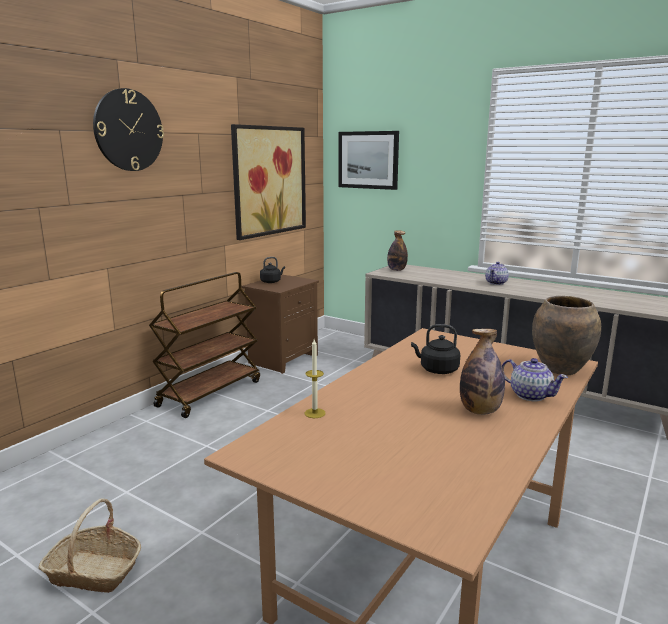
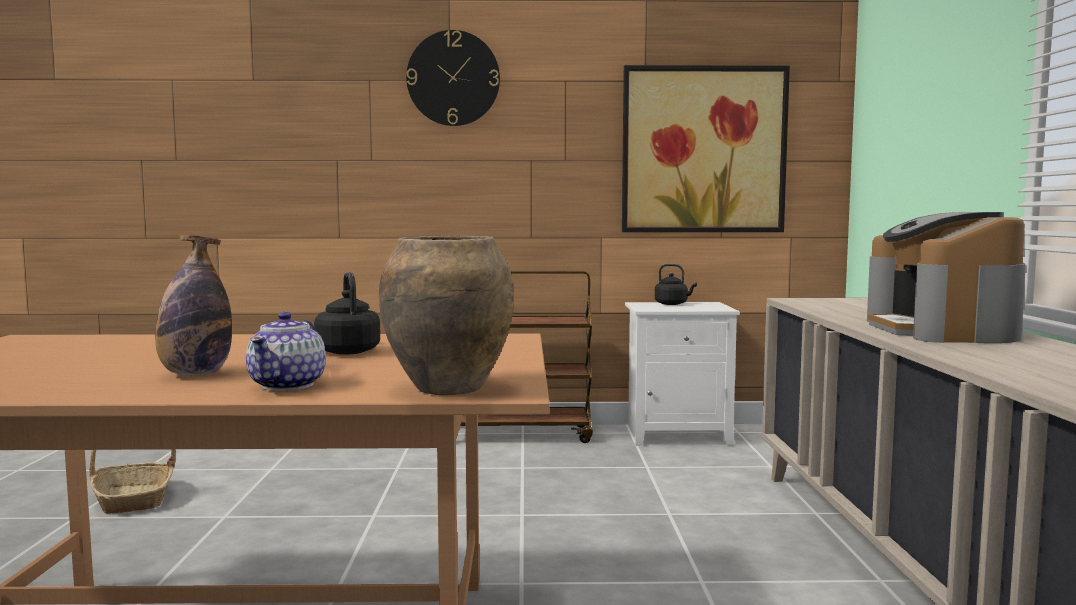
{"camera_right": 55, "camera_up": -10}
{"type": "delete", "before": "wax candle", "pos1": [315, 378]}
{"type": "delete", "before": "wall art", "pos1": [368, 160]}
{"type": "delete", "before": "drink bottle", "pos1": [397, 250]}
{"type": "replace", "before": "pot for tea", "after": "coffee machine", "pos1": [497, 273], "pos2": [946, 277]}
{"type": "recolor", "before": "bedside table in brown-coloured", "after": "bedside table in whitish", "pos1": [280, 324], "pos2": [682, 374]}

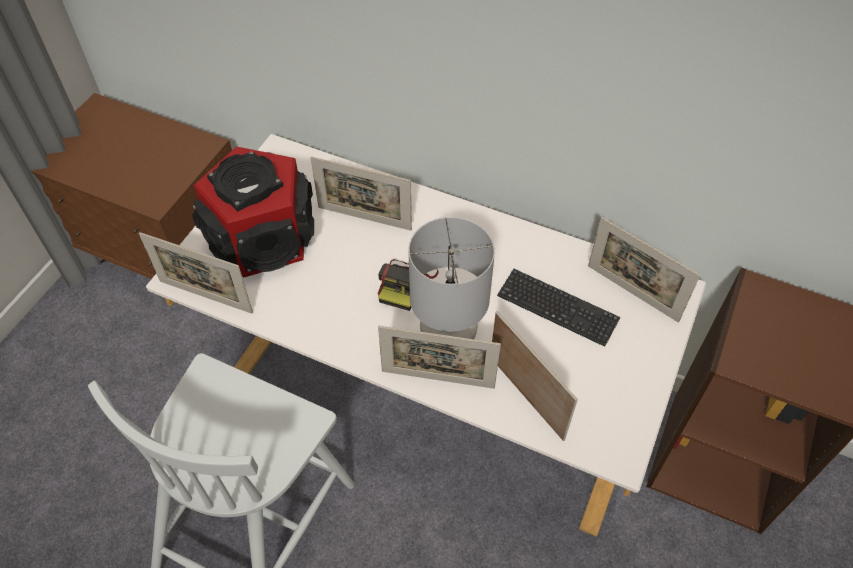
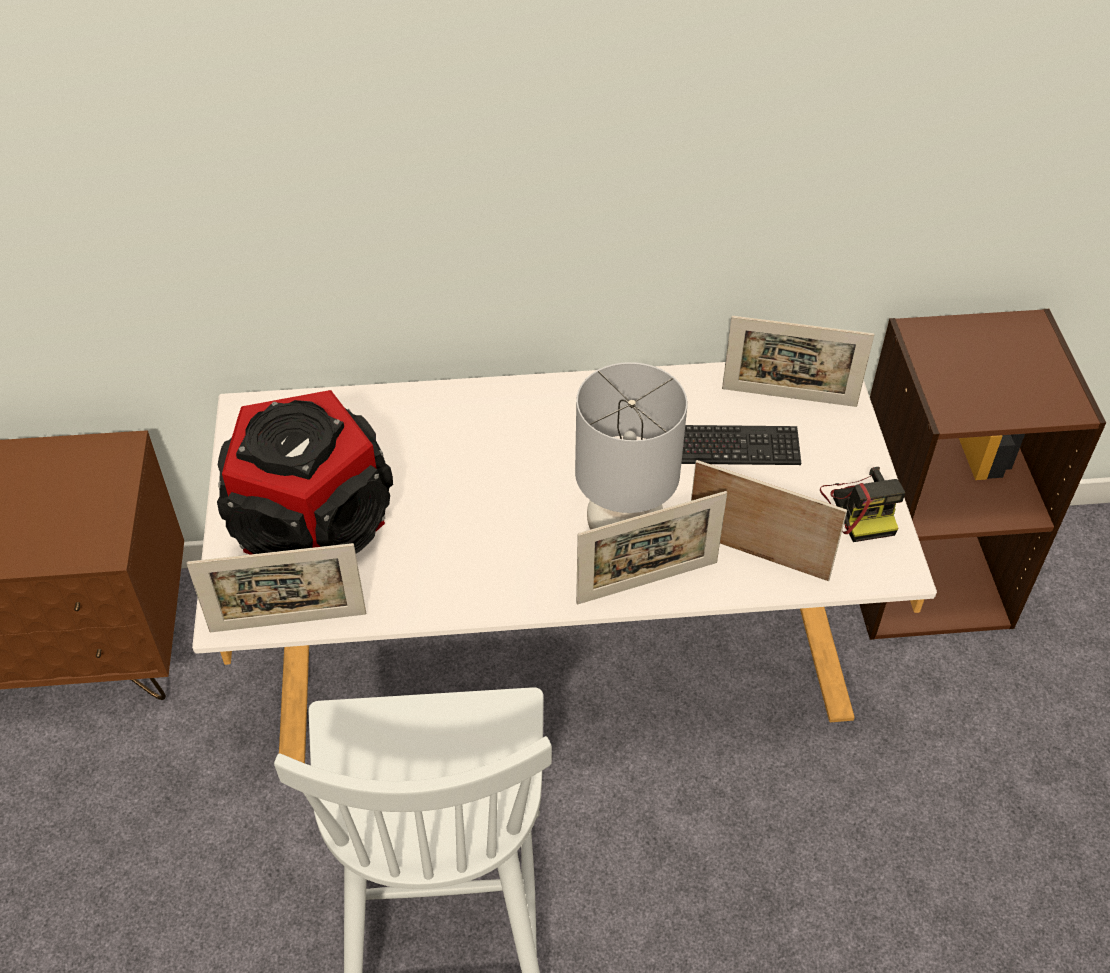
{"camera_right": -30, "camera_up": -5}
{"type": "delete", "before": "standing frame", "pos1": [361, 193]}
{"type": "move", "before": "photo camera", "pos1": [408, 285], "pos2": [863, 504]}

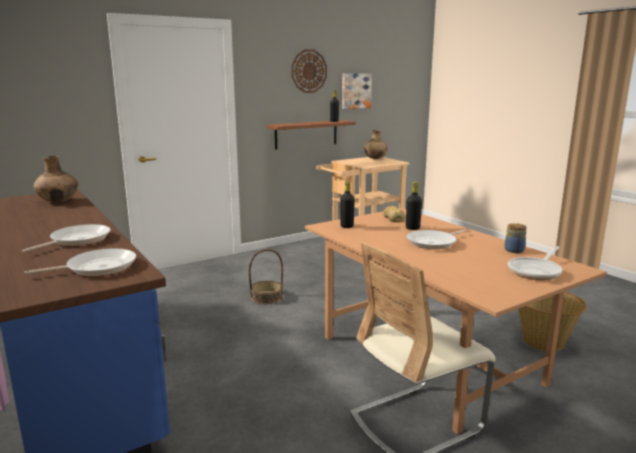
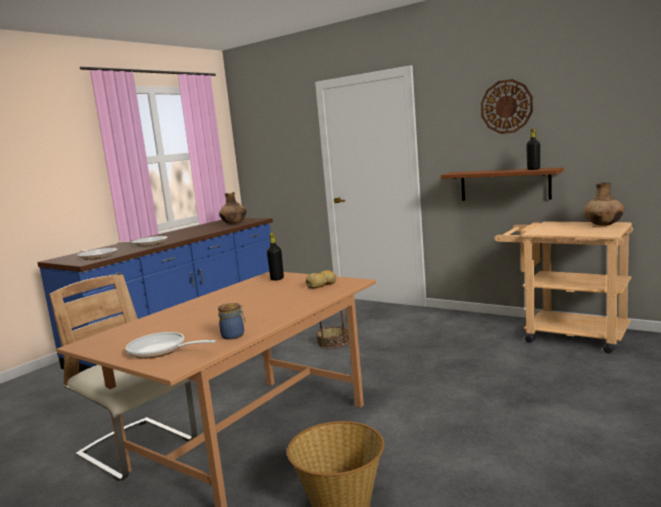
{"camera_right": 70, "camera_up": -5}
{"type": "delete", "before": "wall art", "pos1": [357, 91]}
{"type": "delete", "before": "drink bottle in black", "pos1": [414, 206]}
{"type": "delete", "before": "pan", "pos1": [436, 239]}

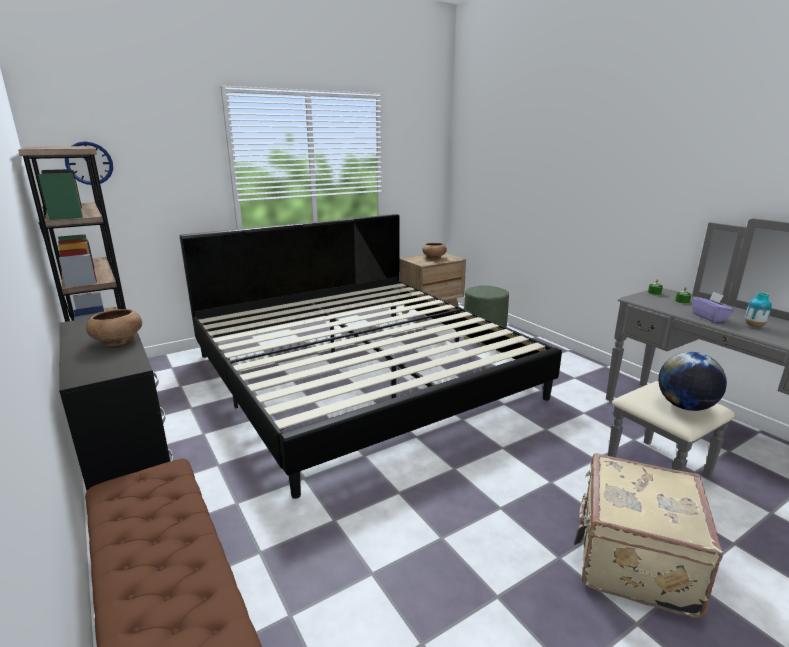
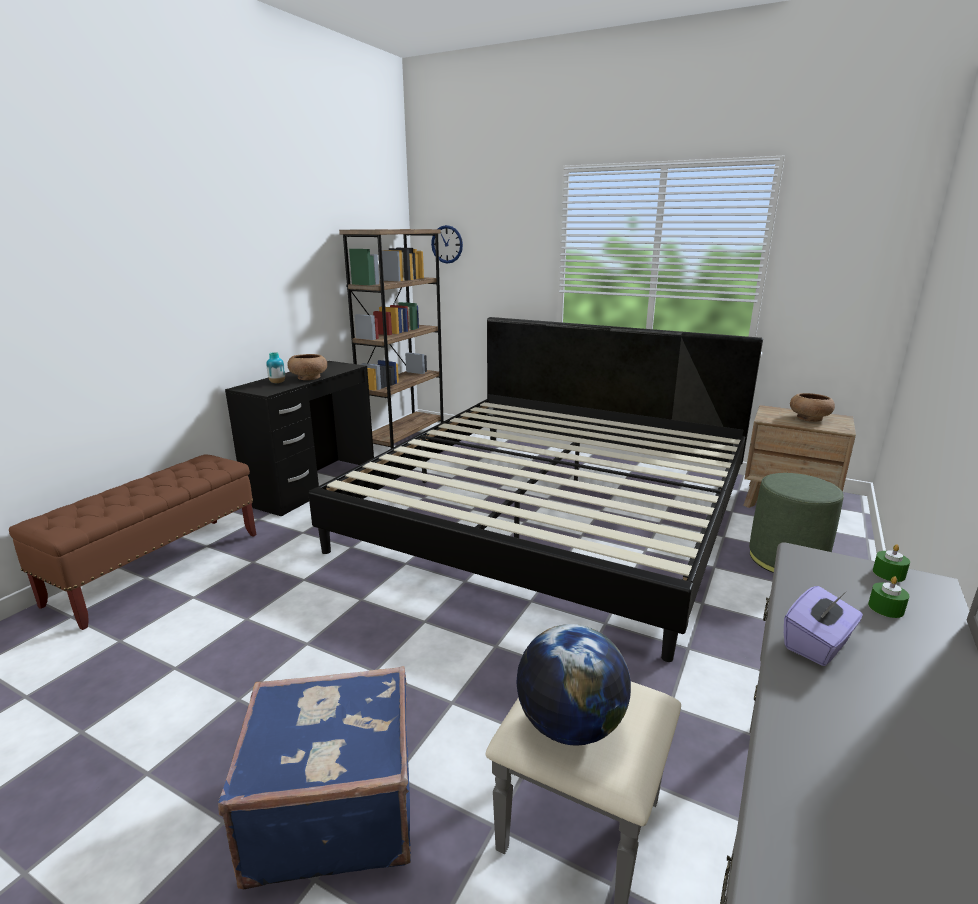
{"camera_right": 60, "camera_up": 0}
{"type": "move", "before": "vase", "pos1": [758, 309], "pos2": [276, 367]}
{"type": "recolor", "before": "piece of luggage in beige-coloured", "after": "piece of luggage in blue-coloured", "pos1": [648, 535], "pos2": [314, 777]}

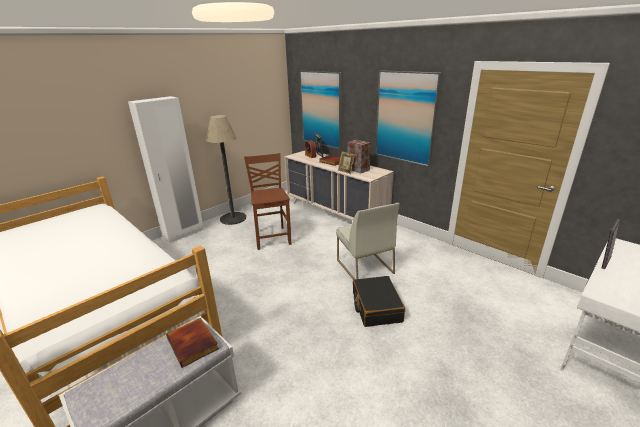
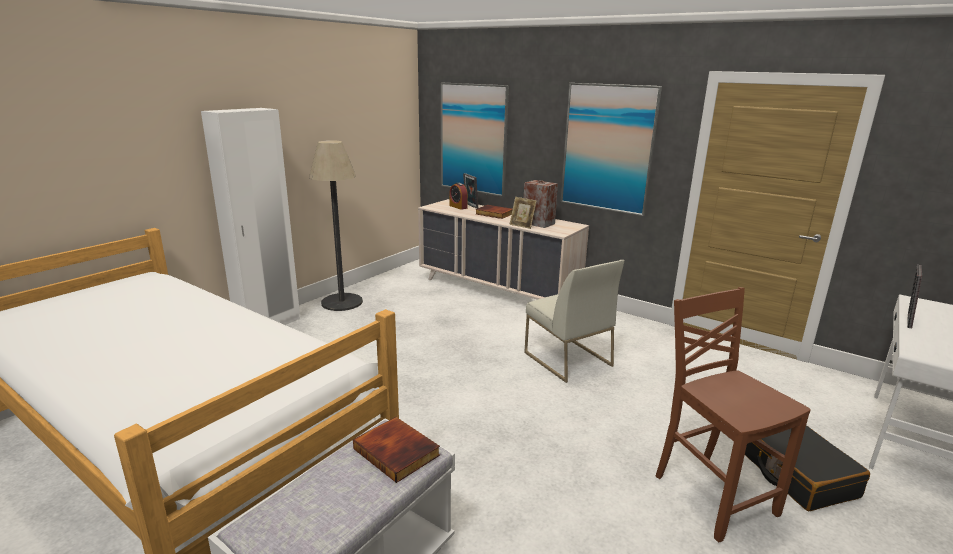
{"camera_right": -10, "camera_up": -5}
{"type": "move", "before": "plain chair in brown-coloured", "pos1": [267, 201], "pos2": [733, 414]}
{"type": "move", "before": "piece of luggage in black", "pos1": [379, 301], "pos2": [807, 468]}

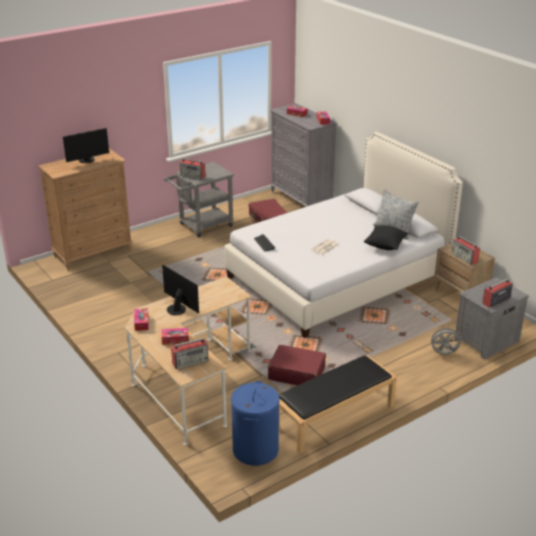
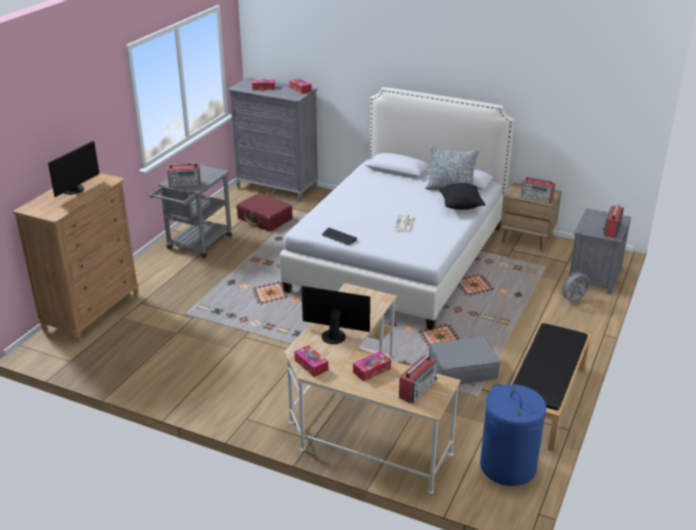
{"camera_right": -30, "camera_up": 0}
{"type": "recolor", "before": "piece of luggage in reddish", "after": "piece of luggage in greyish", "pos1": [297, 365], "pos2": [464, 360]}

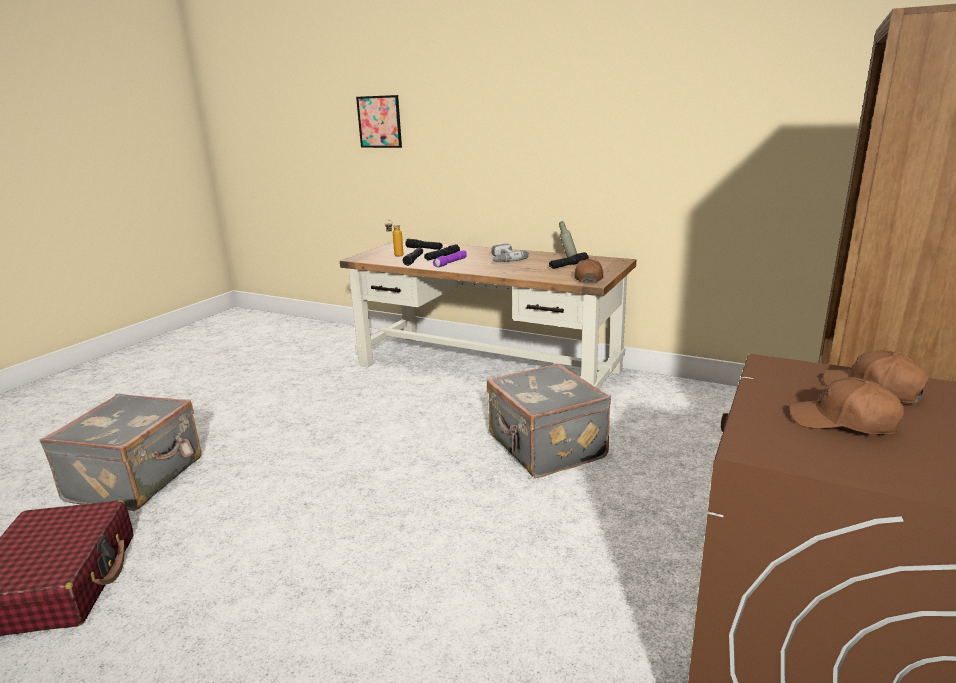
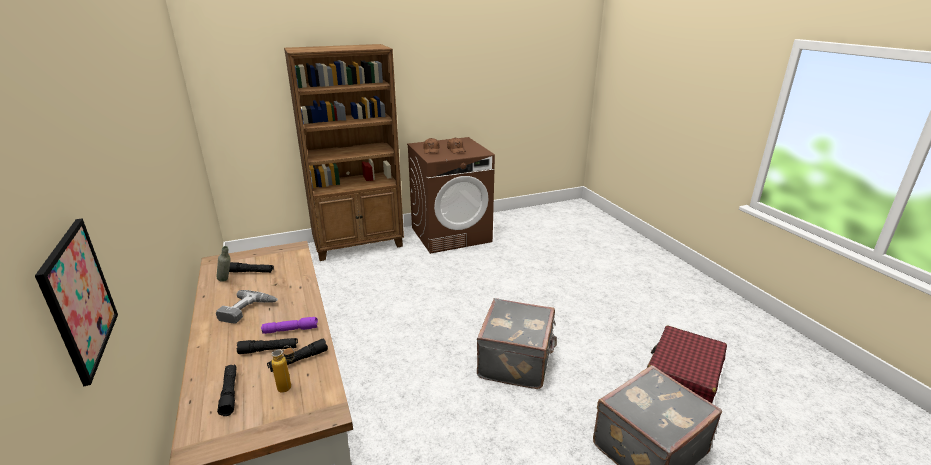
{"camera_right": -140, "camera_up": 5}
{"type": "delete", "before": "baseball cap in brown-coloured", "pos1": [588, 270]}
{"type": "move", "before": "piece of luggage in greyish", "pos1": [549, 420], "pos2": [517, 343]}

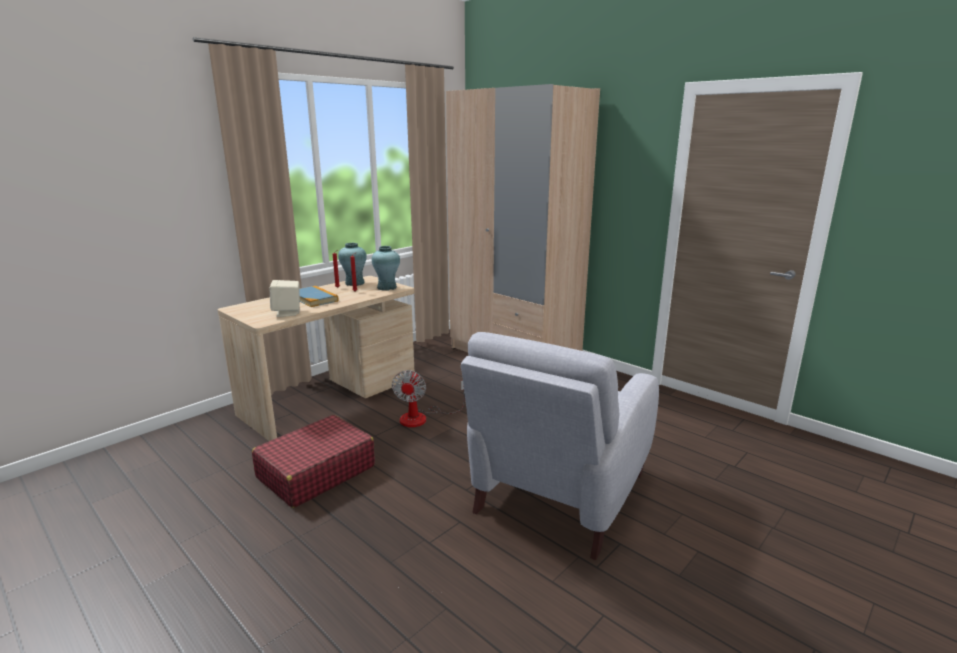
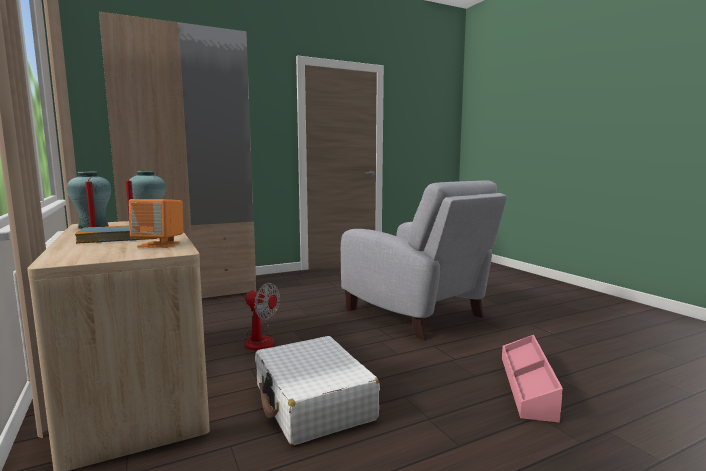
{"camera_right": -70, "camera_up": -10}
{"type": "insert", "after": "storage box in pinkish", "pos2": [532, 379]}
{"type": "recolor", "before": "piece of luggage in reddish", "after": "piece of luggage in whitish", "pos1": [313, 461], "pos2": [317, 390]}
{"type": "recolor", "before": "audio speaker in beige-coloured", "after": "audio speaker in orange", "pos1": [284, 298], "pos2": [156, 223]}

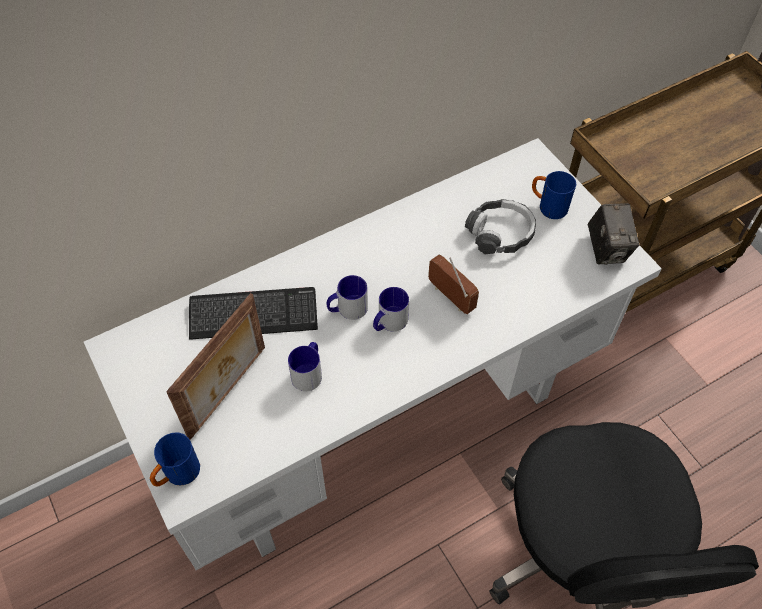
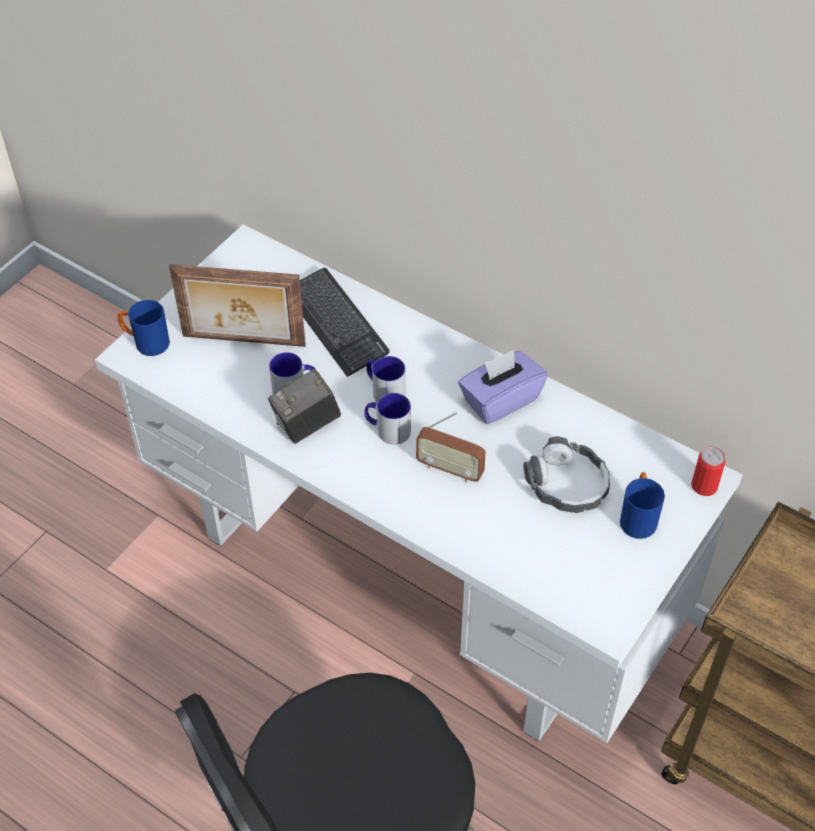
{"camera_right": 65, "camera_up": -5}
{"type": "insert", "after": "box of tissues in purple", "pos2": [503, 387]}
{"type": "insert", "after": "metal can", "pos2": [708, 471]}
{"type": "move", "before": "photo camera", "pos1": [614, 234], "pos2": [304, 406]}
{"type": "rotate", "before": "radio set", "pos1": [453, 284], "pos2": [451, 447], "turn": 90}

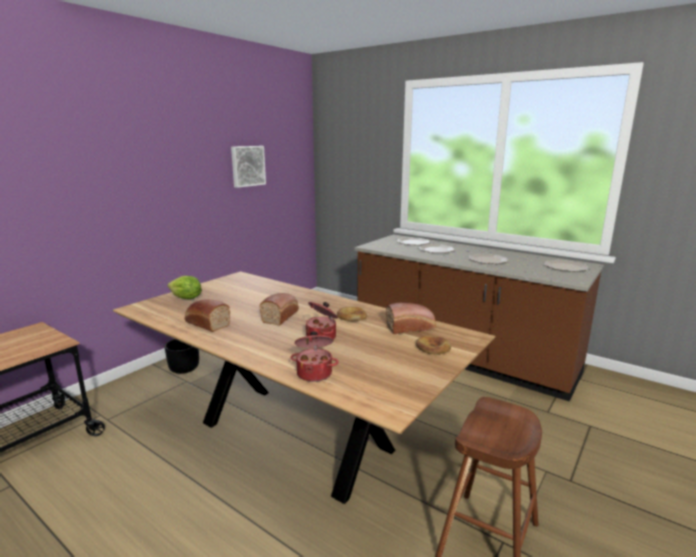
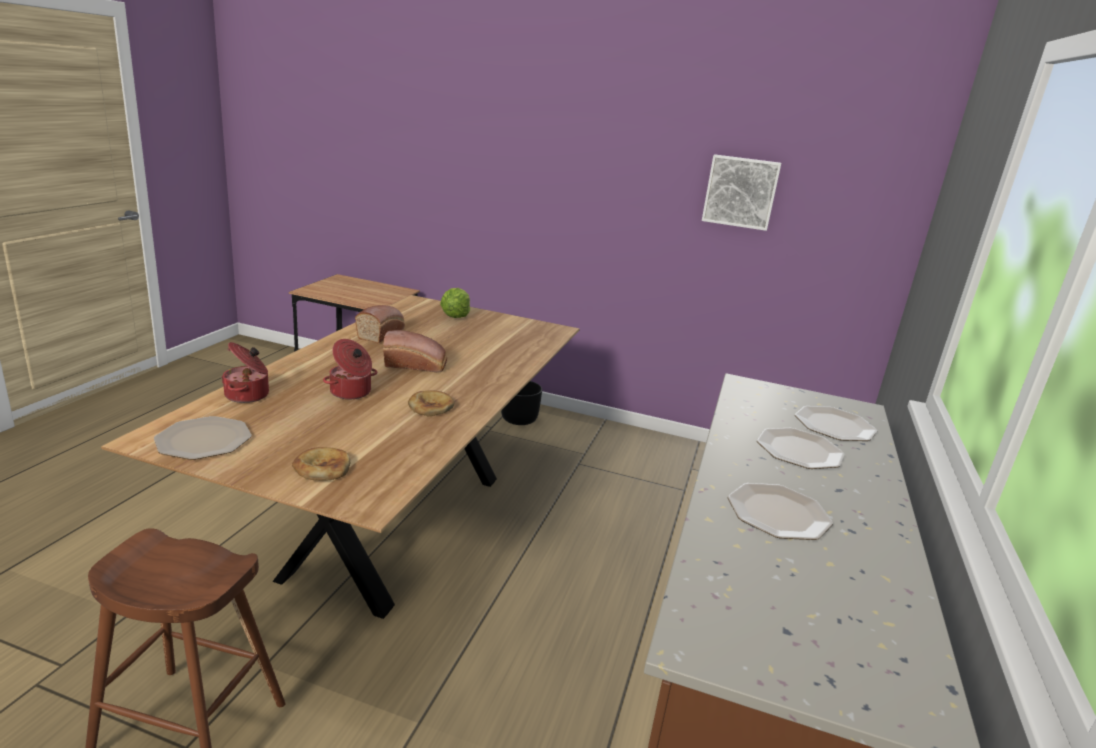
{"camera_right": 70, "camera_up": 5}
{"type": "delete", "before": "bakery bread", "pos1": [411, 318]}
{"type": "move", "before": "flat dish", "pos1": [566, 266], "pos2": [203, 438]}

